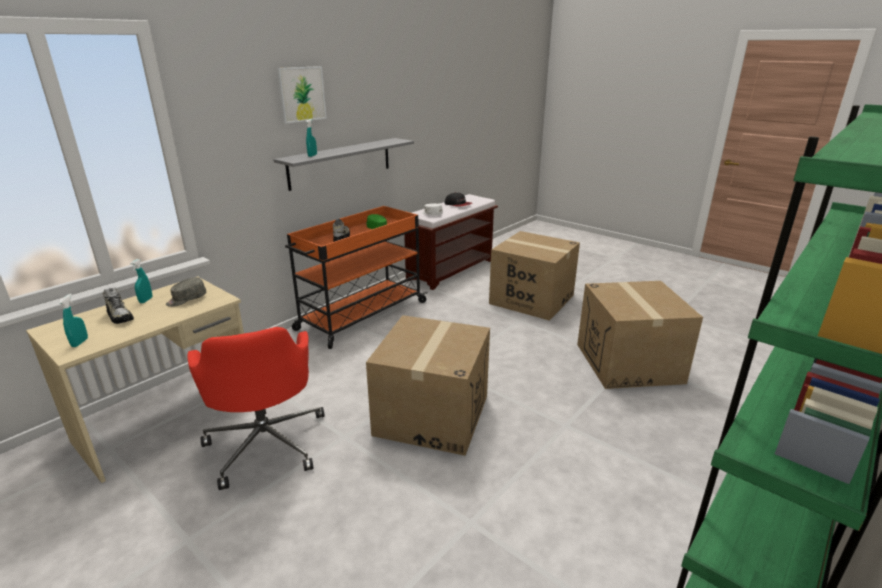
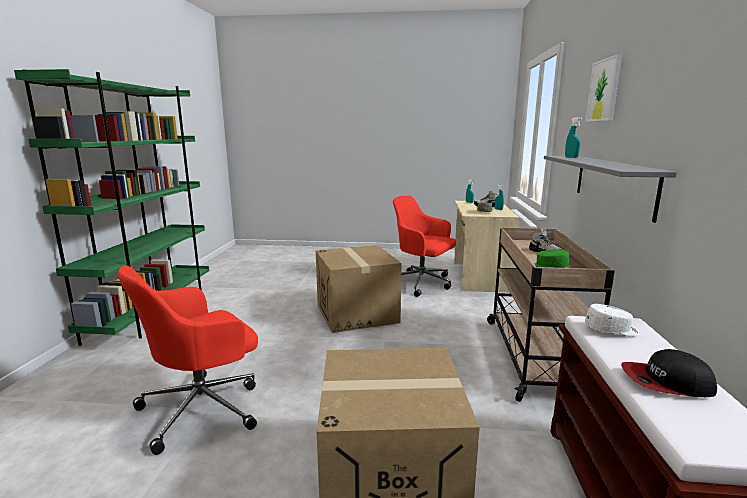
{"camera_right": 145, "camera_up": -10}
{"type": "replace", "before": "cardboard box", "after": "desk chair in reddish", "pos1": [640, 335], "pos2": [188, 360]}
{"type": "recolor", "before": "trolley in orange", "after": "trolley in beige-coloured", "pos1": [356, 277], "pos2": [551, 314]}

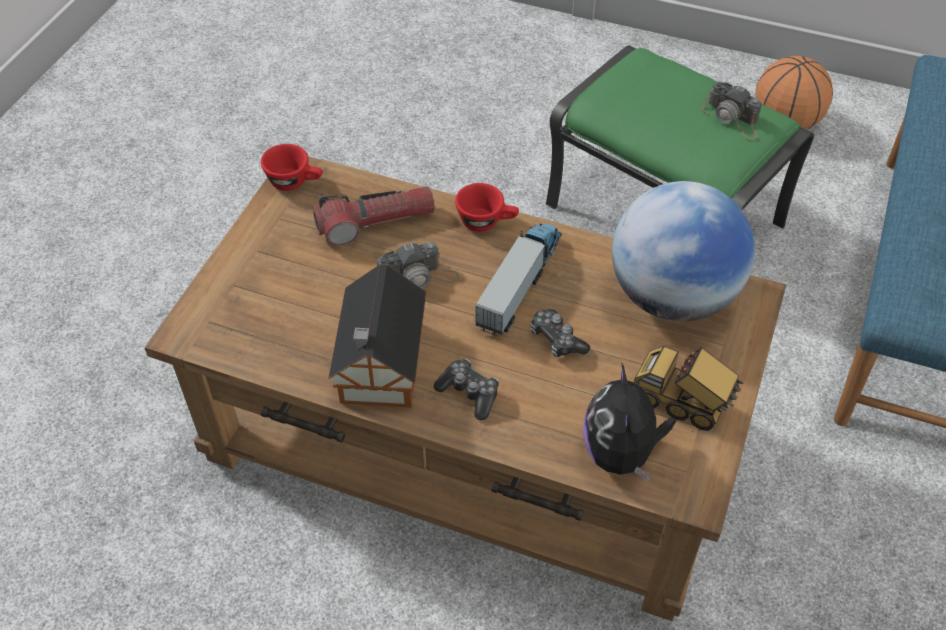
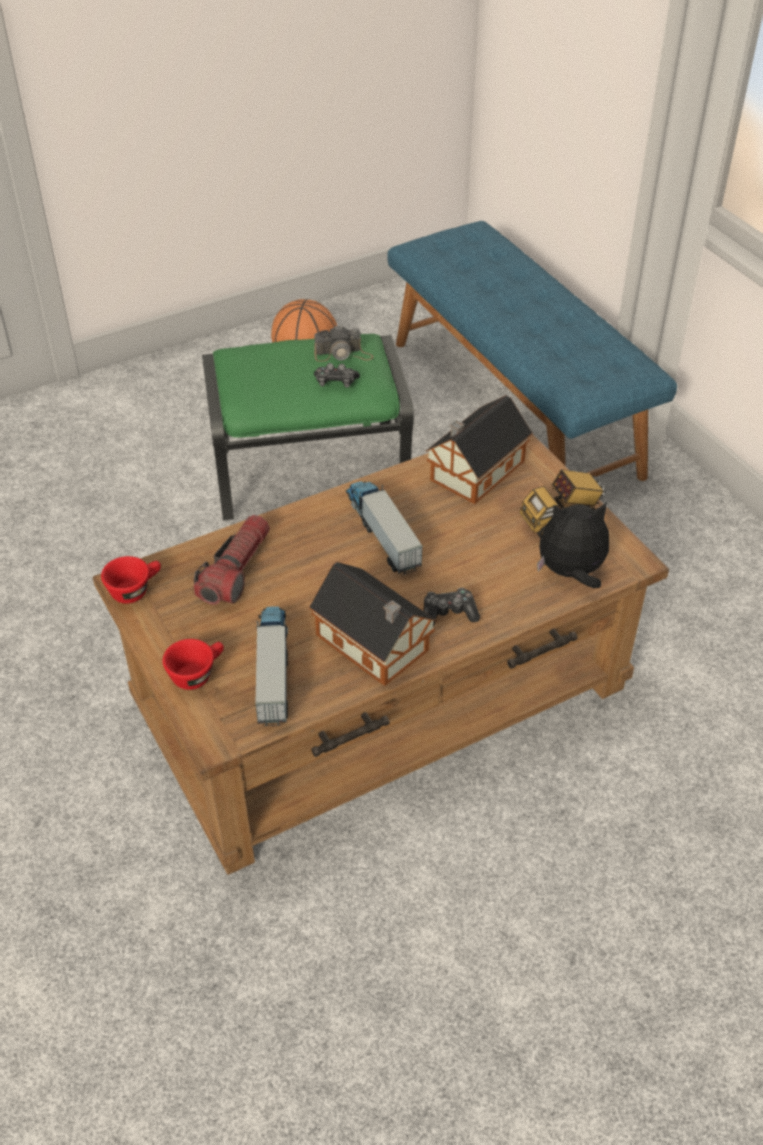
{"camera_right": -50, "camera_up": -5}
{"type": "delete", "before": "photo camera", "pos1": [418, 265]}
{"type": "insert", "after": "model truck", "pos2": [271, 666]}
{"type": "move", "before": "small cup in reddish", "pos1": [487, 207], "pos2": [193, 664]}
{"type": "move", "before": "gamepad", "pos1": [560, 333], "pos2": [337, 375]}
{"type": "replace", "before": "desk globe", "after": "miniature house", "pos1": [683, 251], "pos2": [479, 449]}
{"type": "rotate", "before": "cuddly toy", "pos1": [629, 423], "pos2": [573, 545], "turn": 135}

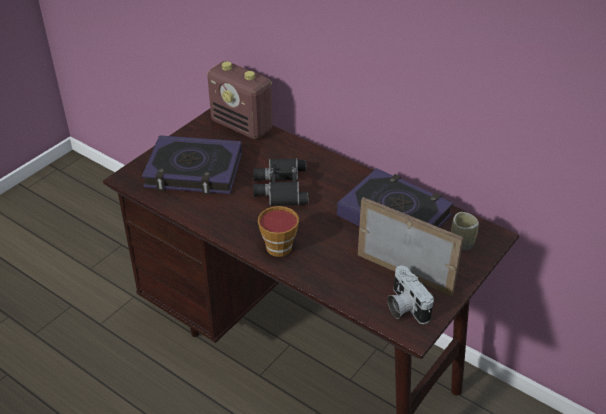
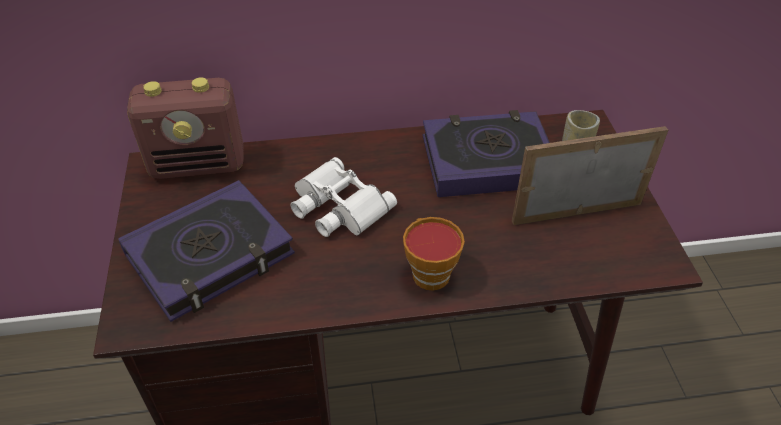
{"camera_right": -45, "camera_up": 5}
{"type": "delete", "before": "photo camera", "pos1": [410, 295]}
{"type": "recolor", "before": "binoculars in black", "after": "binoculars in whitish", "pos1": [280, 182], "pos2": [344, 197]}

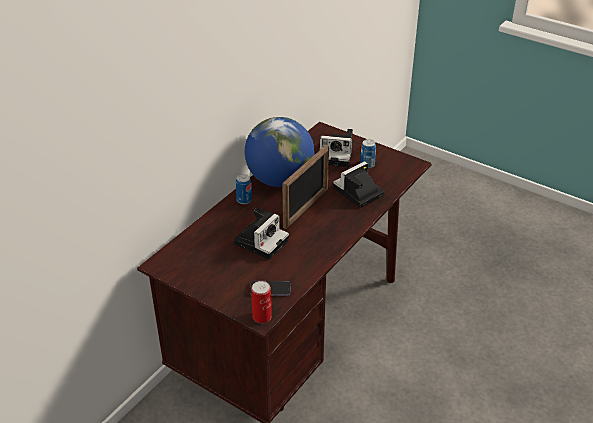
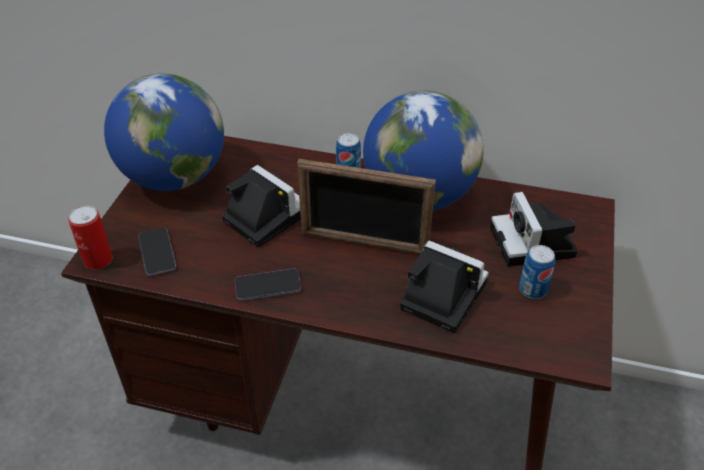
{"camera_right": 70, "camera_up": 5}
{"type": "insert", "after": "desk globe", "pos2": [164, 132]}
{"type": "insert", "after": "phone", "pos2": [268, 285]}
{"type": "rotate", "before": "photo camera", "pos1": [261, 234], "pos2": [261, 206], "turn": -150}

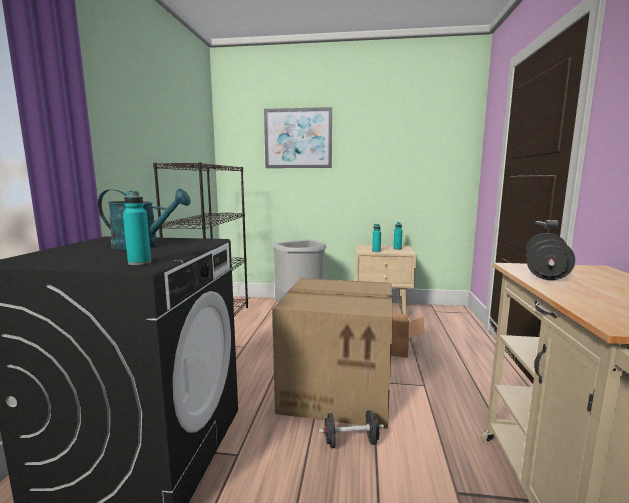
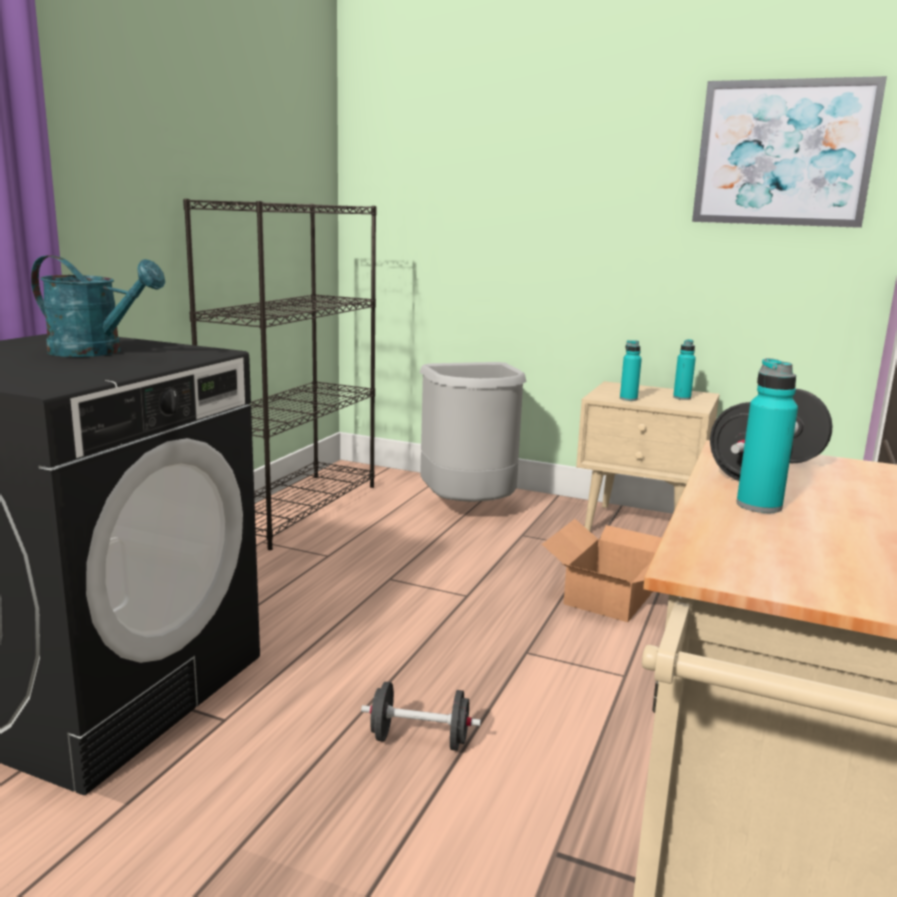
{"camera_right": 15, "camera_up": 5}
{"type": "delete", "before": "cardboard box", "pos1": [332, 353]}
{"type": "move", "before": "drink bottle in turquoise-coloured", "pos1": [137, 227], "pos2": [767, 435]}
{"type": "move", "before": "wall art", "pos1": [298, 137], "pos2": [789, 152]}

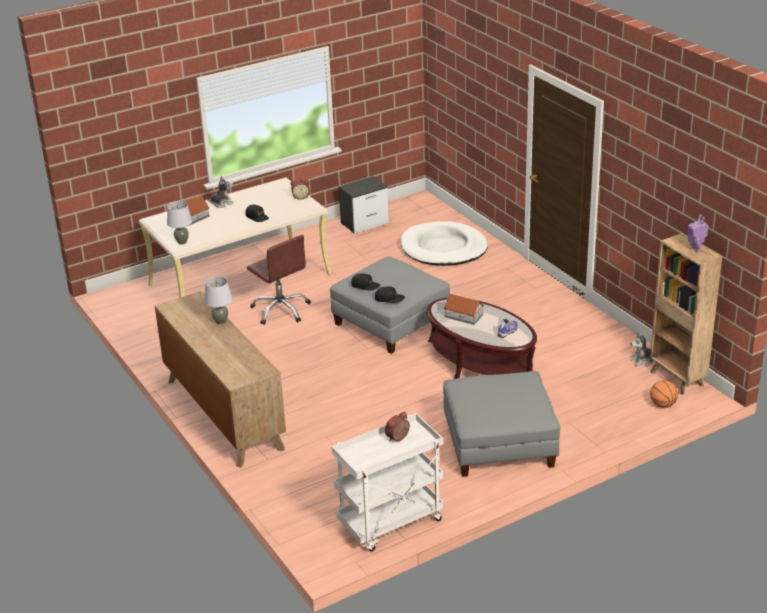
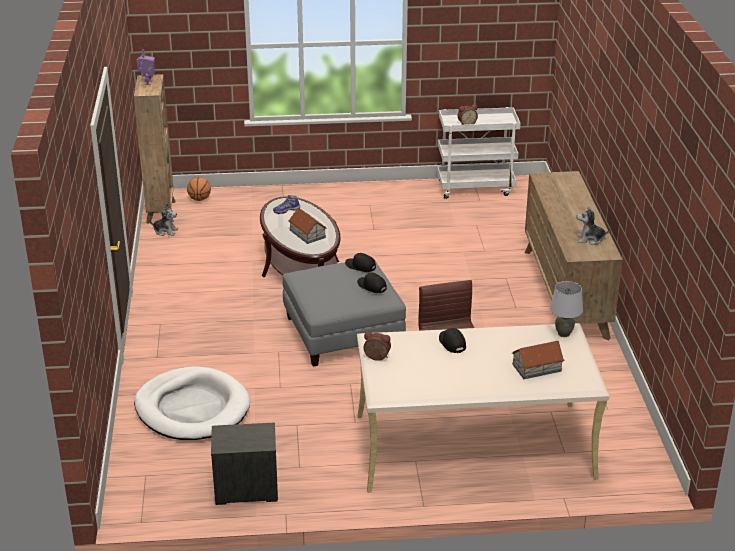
{"camera_right": -155, "camera_up": 0}
{"type": "delete", "before": "table lamp in greyish", "pos1": [218, 300]}
{"type": "delete", "before": "ottoman in greyish", "pos1": [501, 424]}
{"type": "move", "before": "cuddly toy", "pos1": [220, 192], "pos2": [594, 225]}

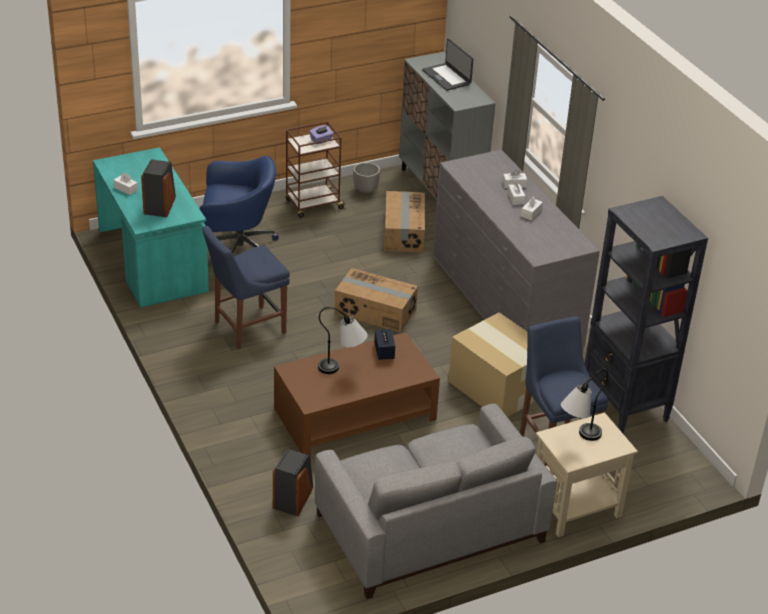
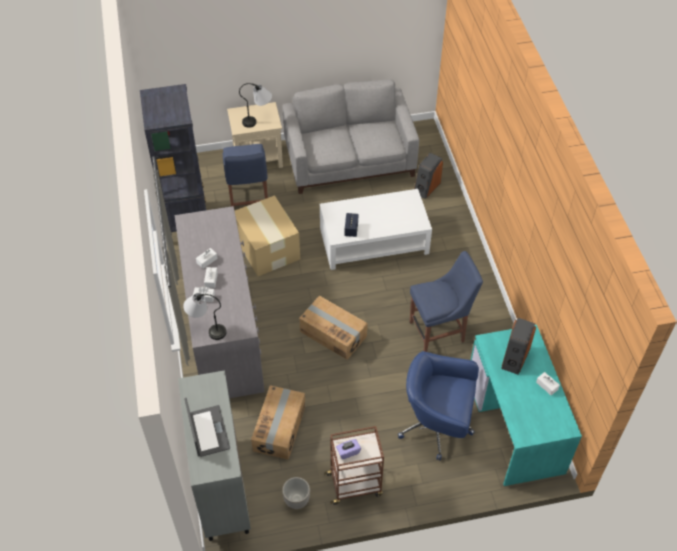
{"camera_right": -165, "camera_up": 15}
{"type": "move", "before": "table lamp", "pos1": [343, 340], "pos2": [204, 316]}
{"type": "recolor", "before": "coffee table in brown-coloured", "after": "coffee table in whitish", "pos1": [357, 393], "pos2": [376, 229]}

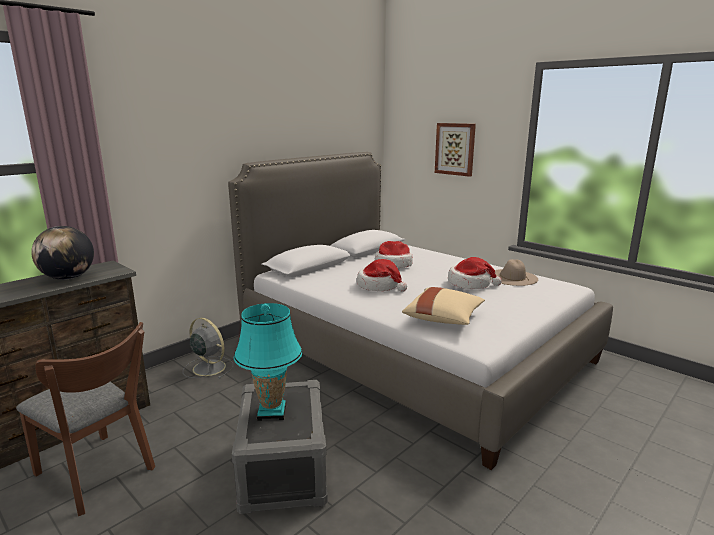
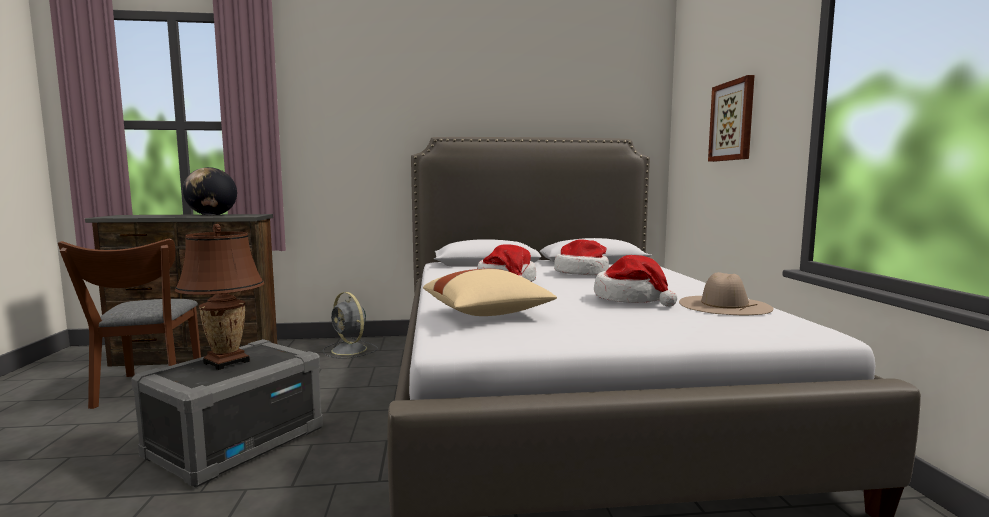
{"camera_right": 40, "camera_up": -10}
{"type": "recolor", "before": "table lamp in turquoise-coloured", "after": "table lamp in brown-coloured", "pos1": [268, 362], "pos2": [219, 297]}
{"type": "rotate", "before": "fan in greyish", "pos1": [208, 348], "pos2": [350, 325], "turn": 150}

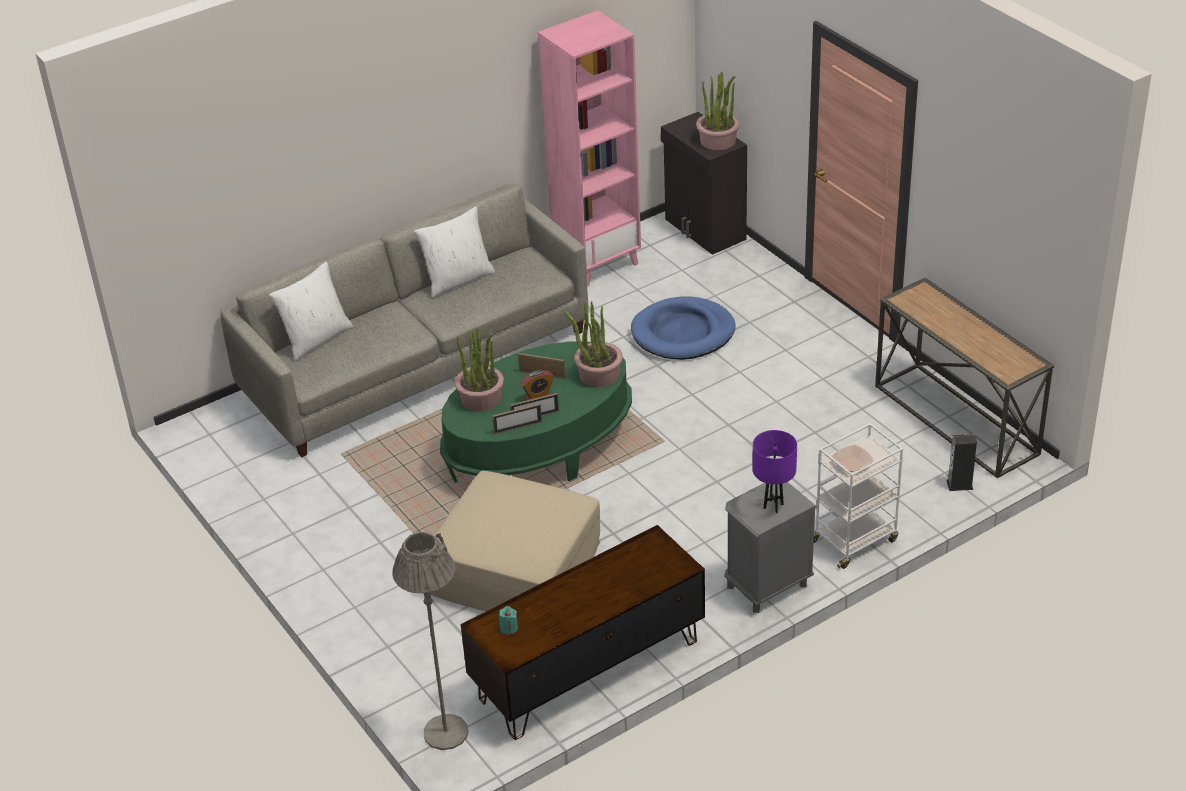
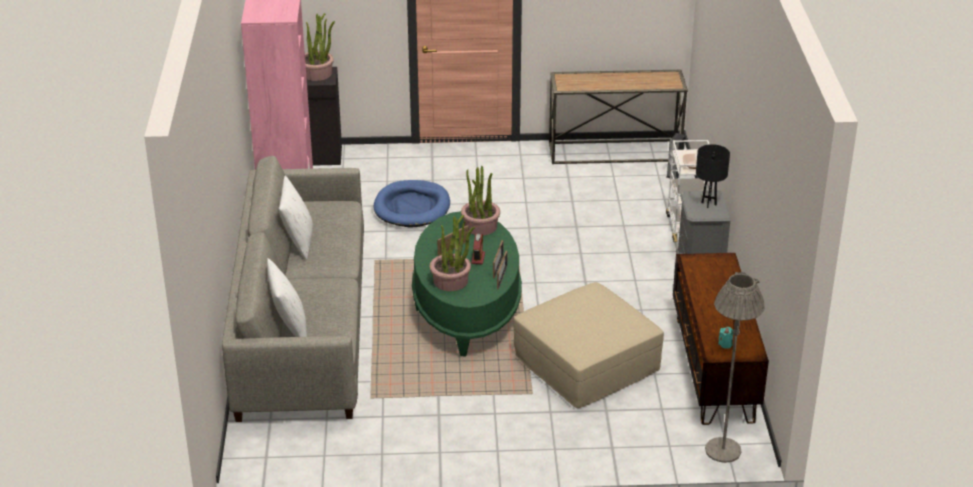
{"camera_right": -60, "camera_up": -5}
{"type": "recolor", "before": "table lamp in purple", "after": "table lamp in black", "pos1": [775, 471], "pos2": [713, 176]}

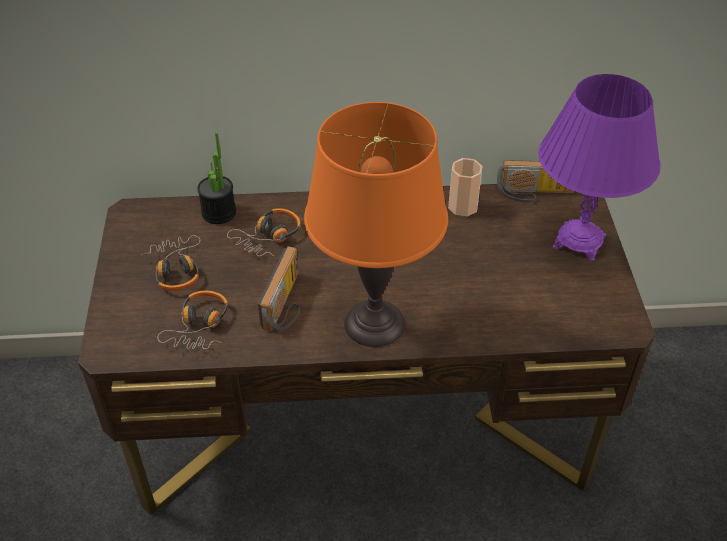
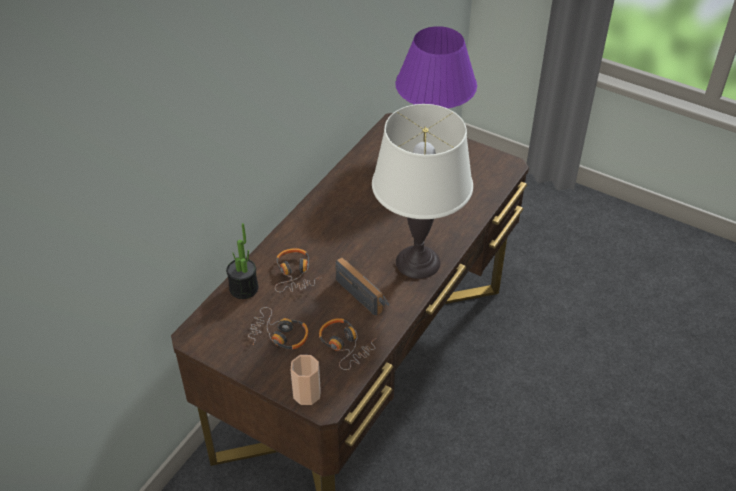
{"camera_right": -55, "camera_up": 0}
{"type": "delete", "before": "radio set", "pos1": [536, 181]}
{"type": "move", "before": "small cup", "pos1": [465, 187], "pos2": [306, 380]}
{"type": "recolor", "before": "table lamp in orange", "after": "table lamp in whitish", "pos1": [376, 224], "pos2": [422, 191]}

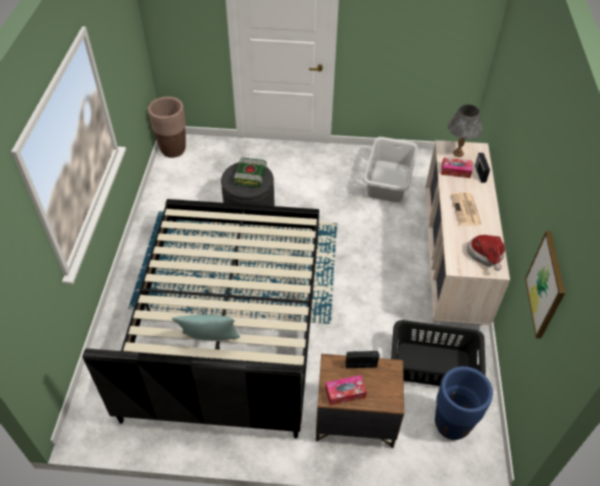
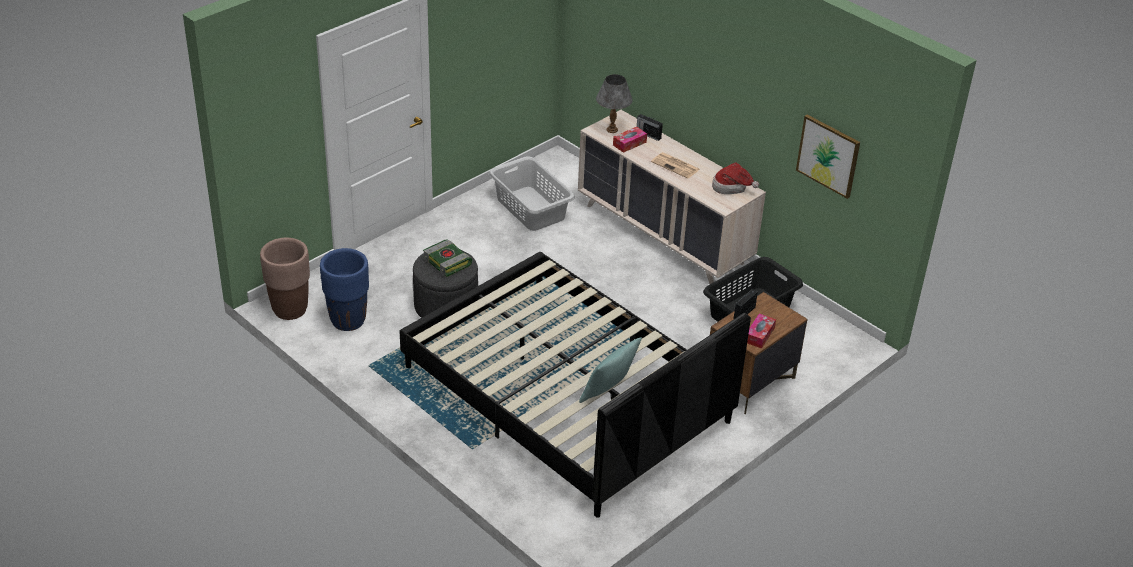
{"camera_right": -50, "camera_up": -10}
{"type": "move", "before": "planter in blue-coloured", "pos1": [464, 403], "pos2": [344, 289]}

